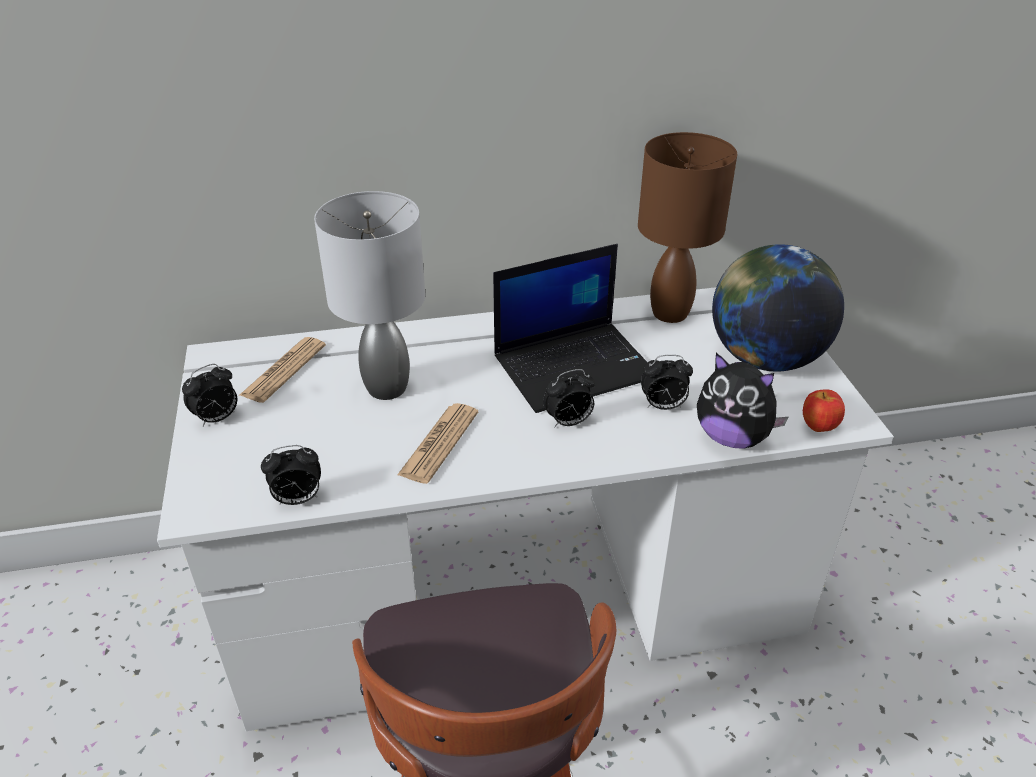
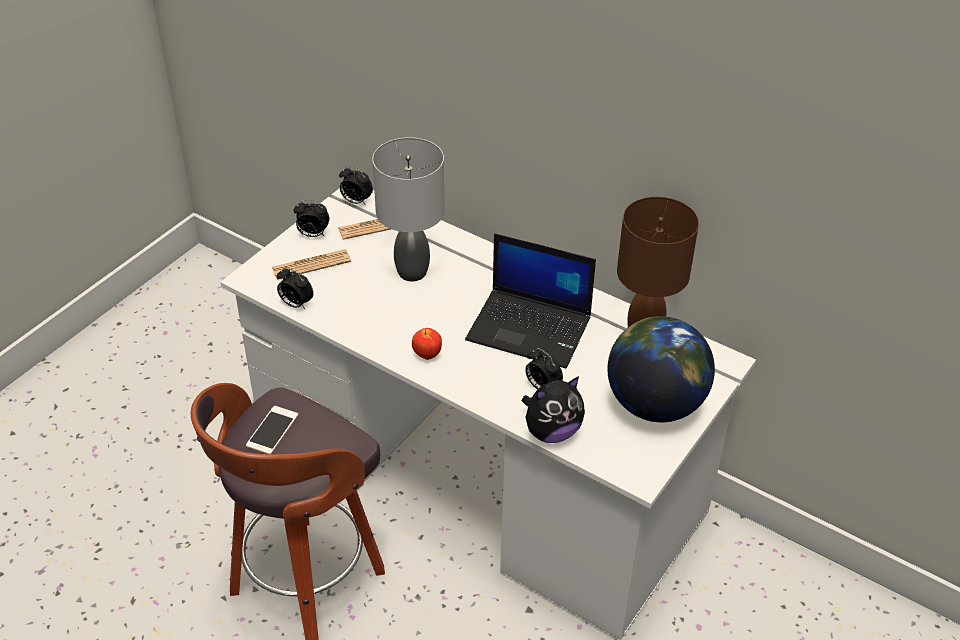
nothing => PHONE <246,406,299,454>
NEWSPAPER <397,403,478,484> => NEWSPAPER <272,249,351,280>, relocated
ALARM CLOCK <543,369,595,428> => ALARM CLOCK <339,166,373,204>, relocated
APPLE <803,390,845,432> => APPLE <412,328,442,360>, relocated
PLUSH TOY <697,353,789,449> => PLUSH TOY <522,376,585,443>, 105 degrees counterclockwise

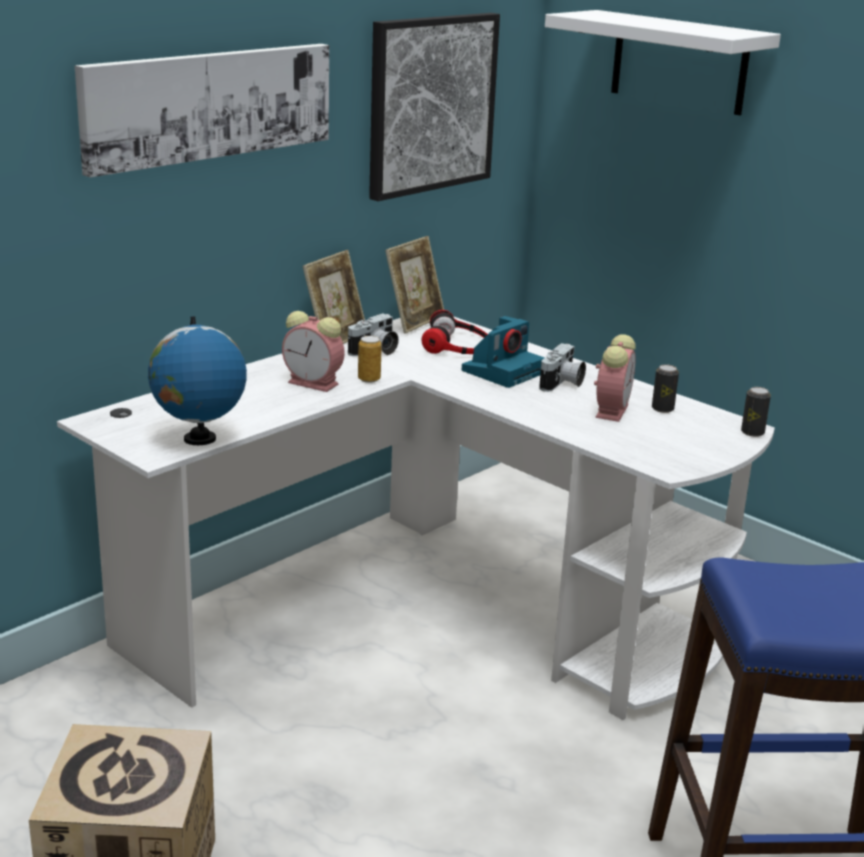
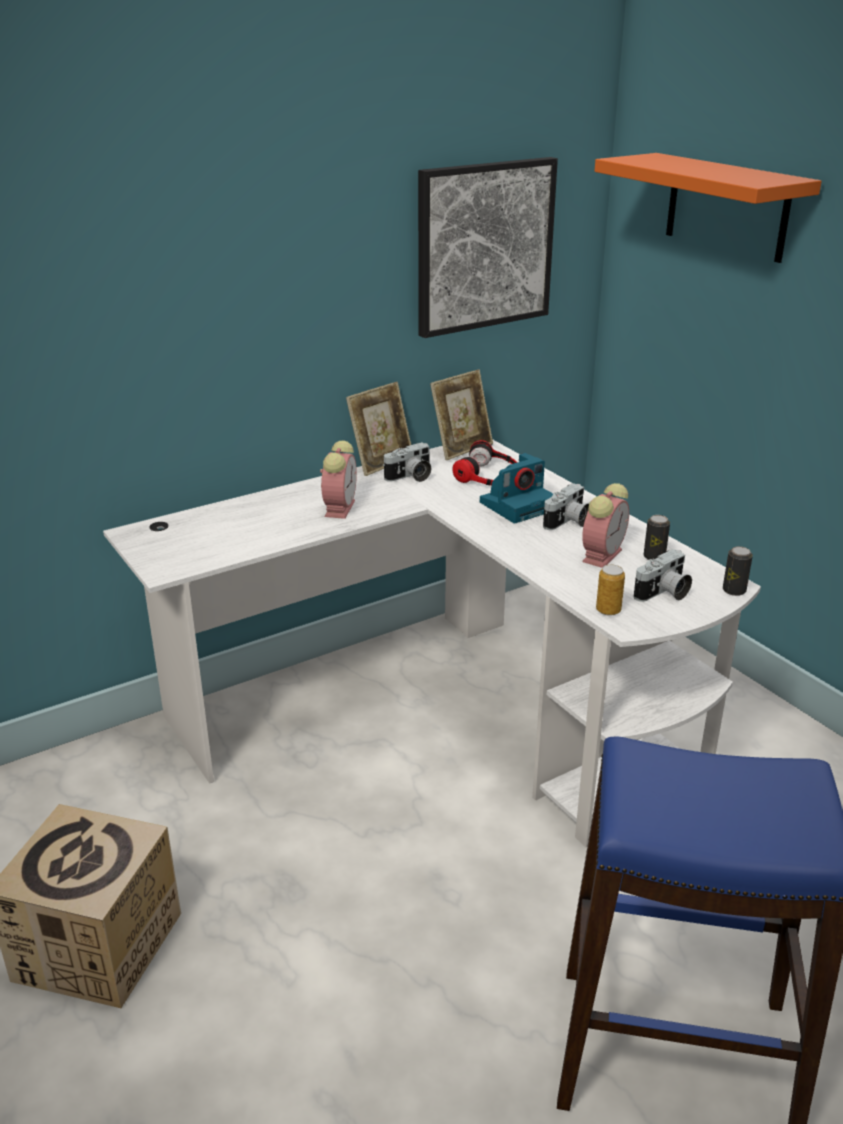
PICTURE <75,44,329,177> => nothing
GLOBE <148,316,247,445> => nothing
nothing => PHOTO CAMERA <634,549,692,602>
CAN <358,336,382,383> => CAN <596,564,625,616>, relocated
WHITE SHELF <545,10,781,115> => ORANGE SHELF <595,153,822,263>
ALARM CLOCK <282,311,345,392> => ALARM CLOCK <320,440,357,519>, 120 degrees counterclockwise

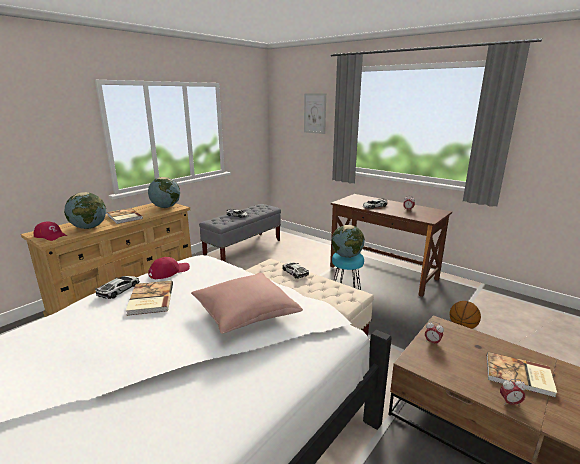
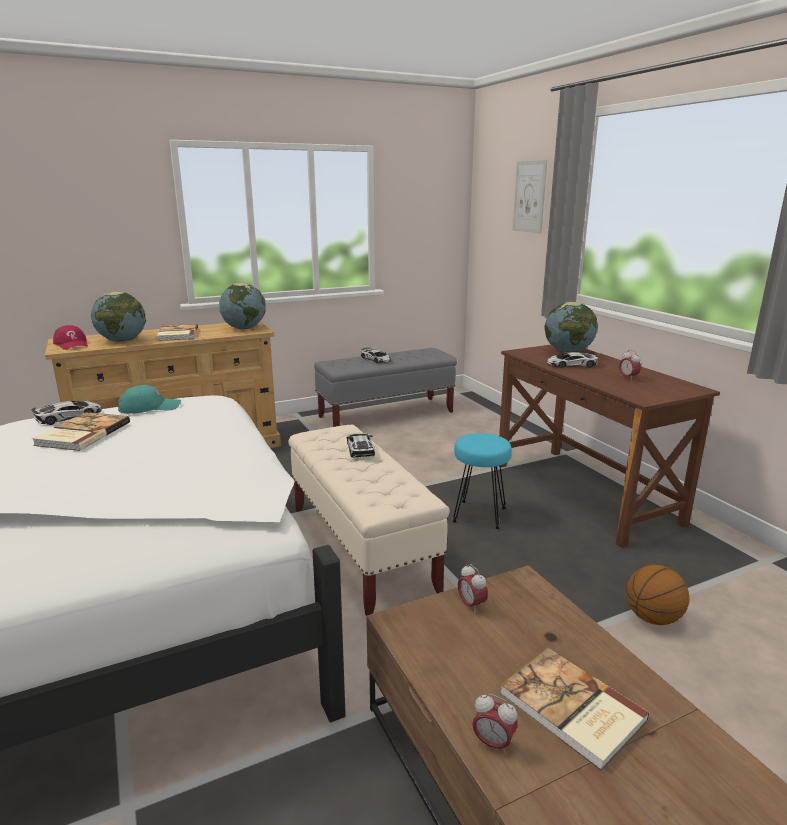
PINK PILLOW <191,273,303,334> => nothing
GLOBE <332,225,365,258> => GLOBE <544,302,598,353>, relocated
RED CAP <148,257,190,279> => TURQUOISE CAP <118,385,181,414>

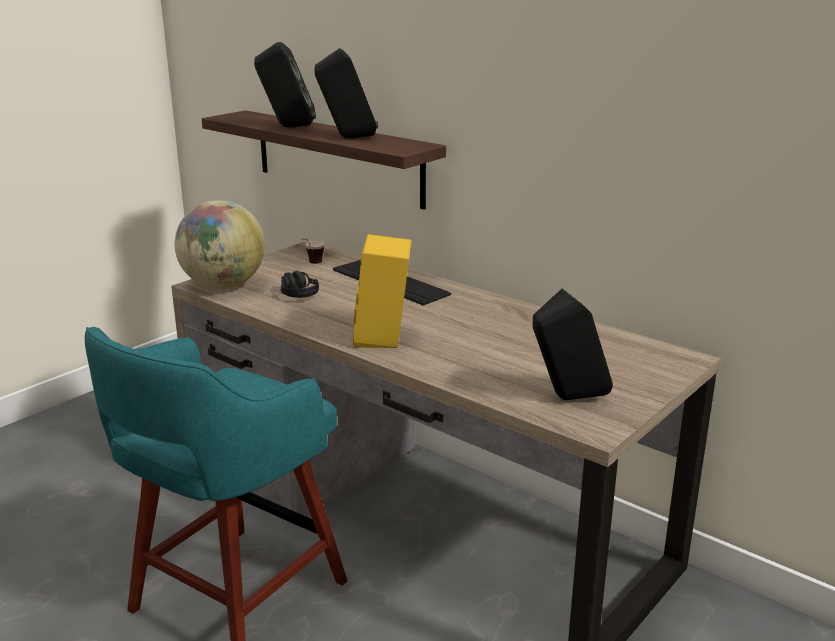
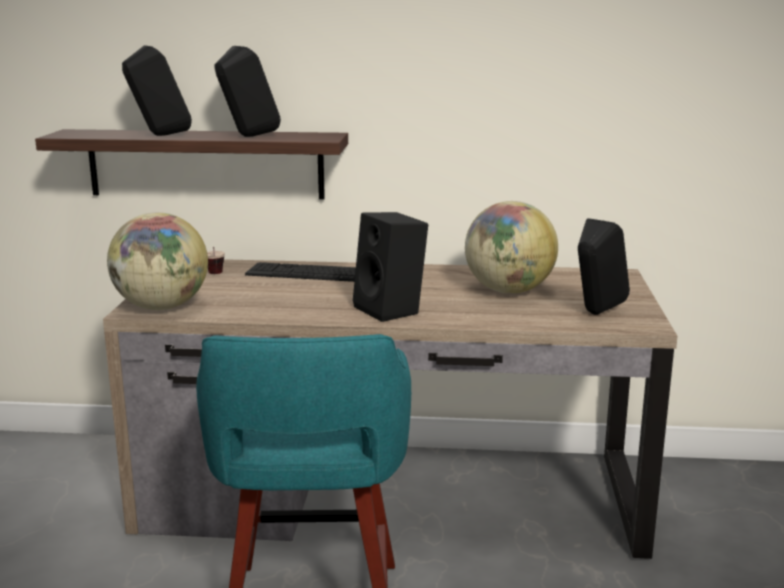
BLACK HEADPHONES <281,271,319,298> => nothing
nothing => GLOBE <465,201,558,294>
YELLOW SPEAKER <353,234,411,348> => BLACK SPEAKER <353,212,428,322>

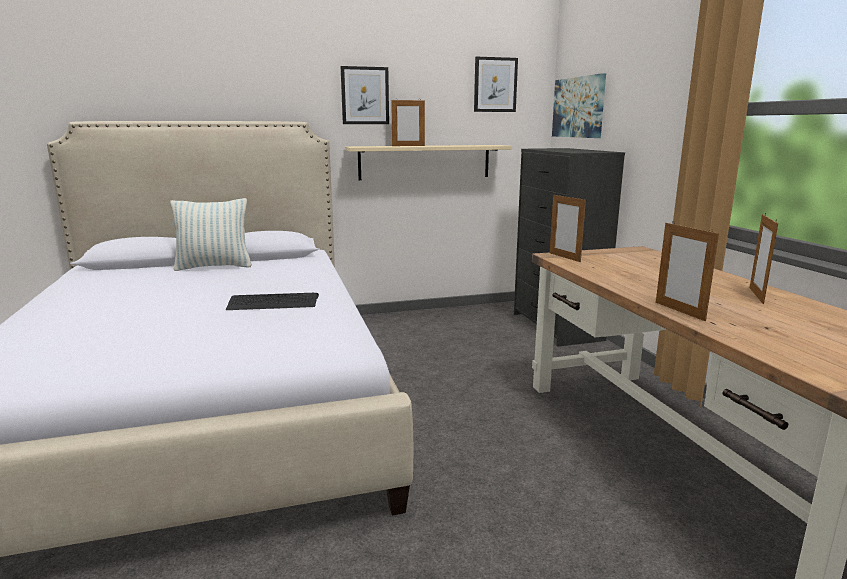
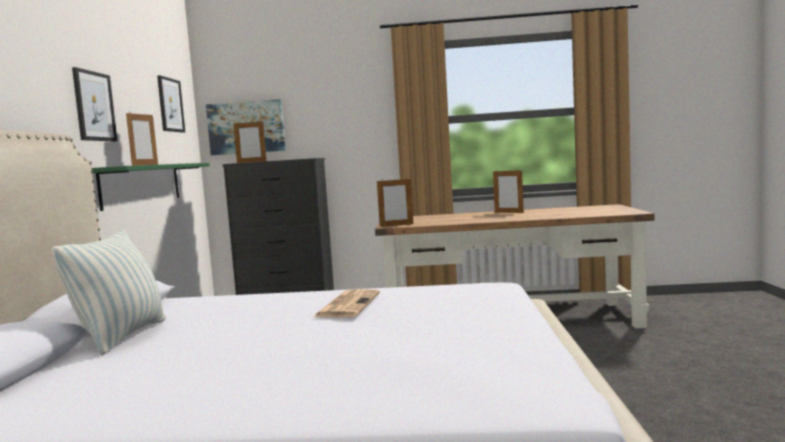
PICTURE FRAME <656,223,719,321> => PICTURE FRAME <233,121,267,163>, relocated
KEYBOARD <226,293,319,310> => NEWSPAPER <313,289,380,317>
BEIGE SHELF <345,145,512,180> => GREEN SHELF <92,163,210,211>

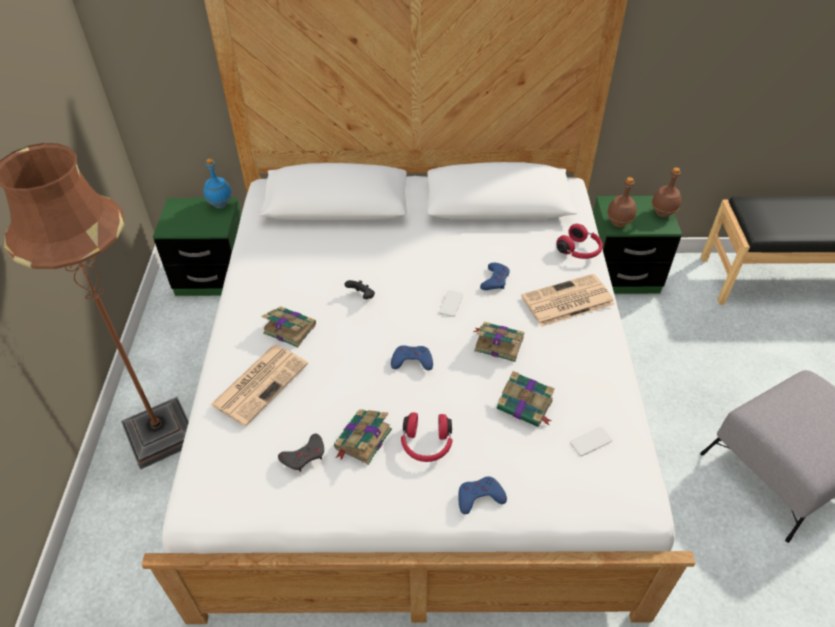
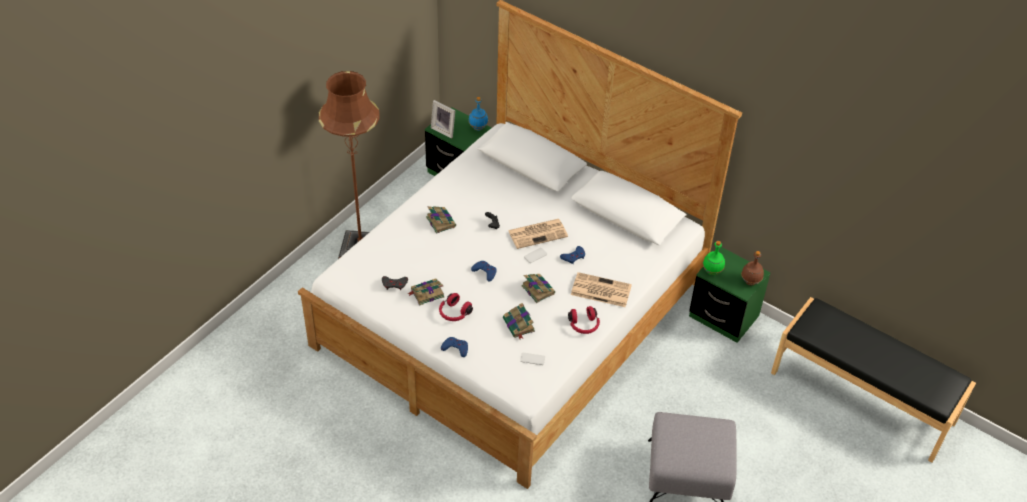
nothing => PICTURE FRAME <431,100,455,139>
NEWSPAPER <210,345,308,426> => NEWSPAPER <508,219,568,249>, relocated
RED HEADPHONES <556,224,603,259> => RED HEADPHONES <568,306,600,334>, relocated
BROWN BOTTLE <607,177,637,228> => GREEN BOTTLE <703,241,725,275>

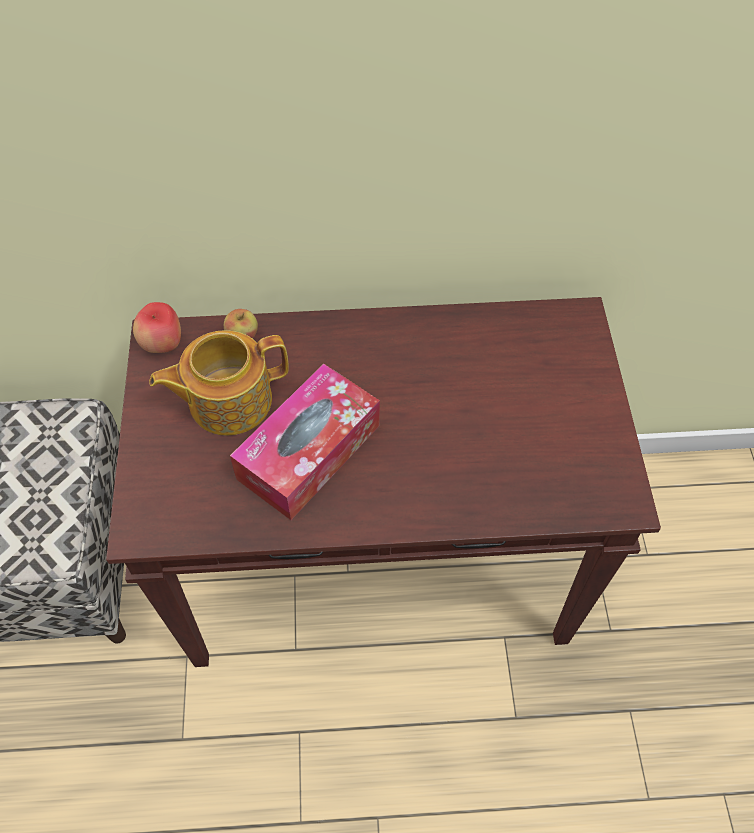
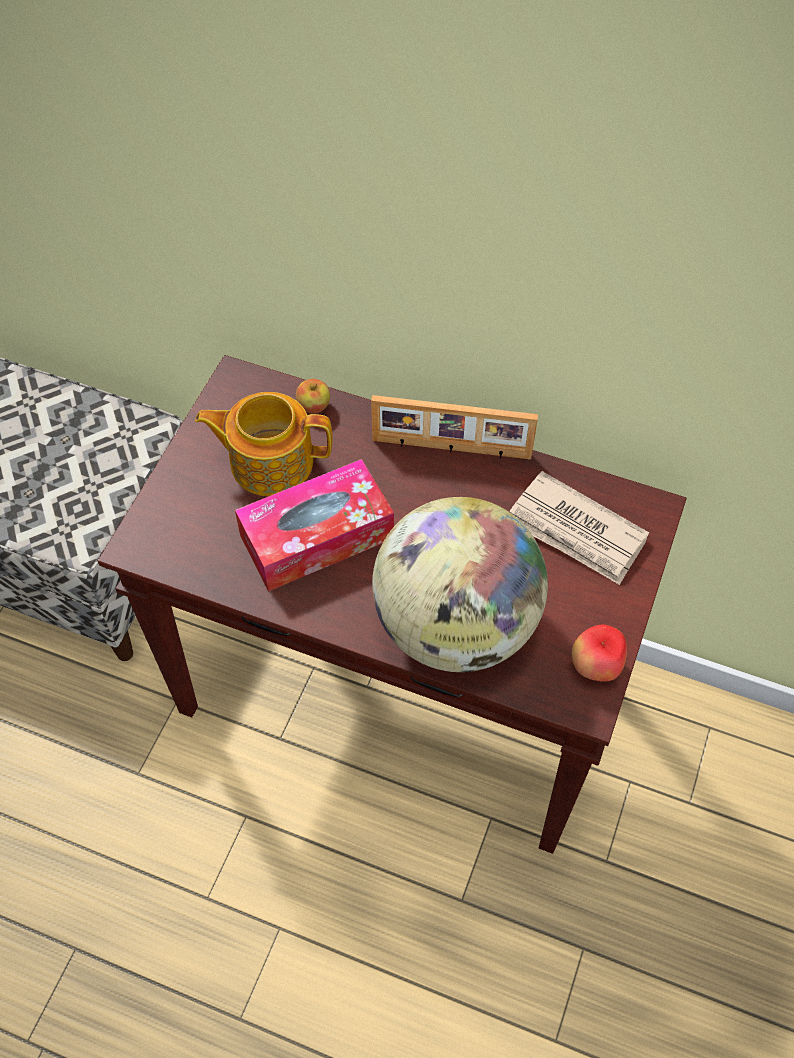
nothing => PICTURE FRAME <371,395,538,460>
nothing => GLOBE <372,497,548,672>
nothing => NEWSPAPER <509,471,649,585>
APPLE <133,302,181,353> => APPLE <572,625,627,682>, relocated

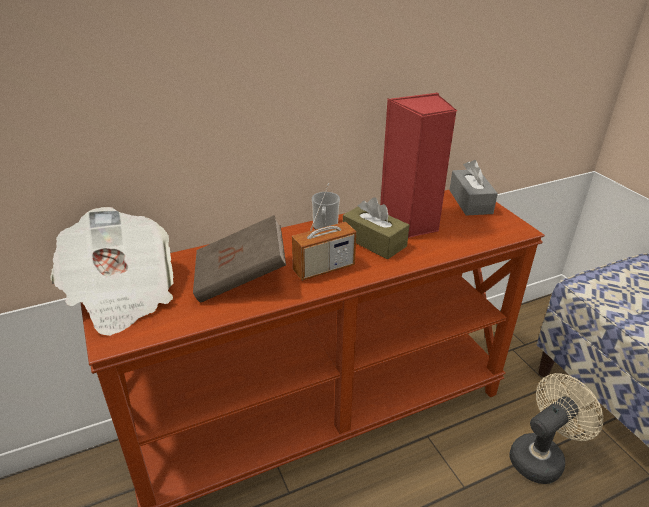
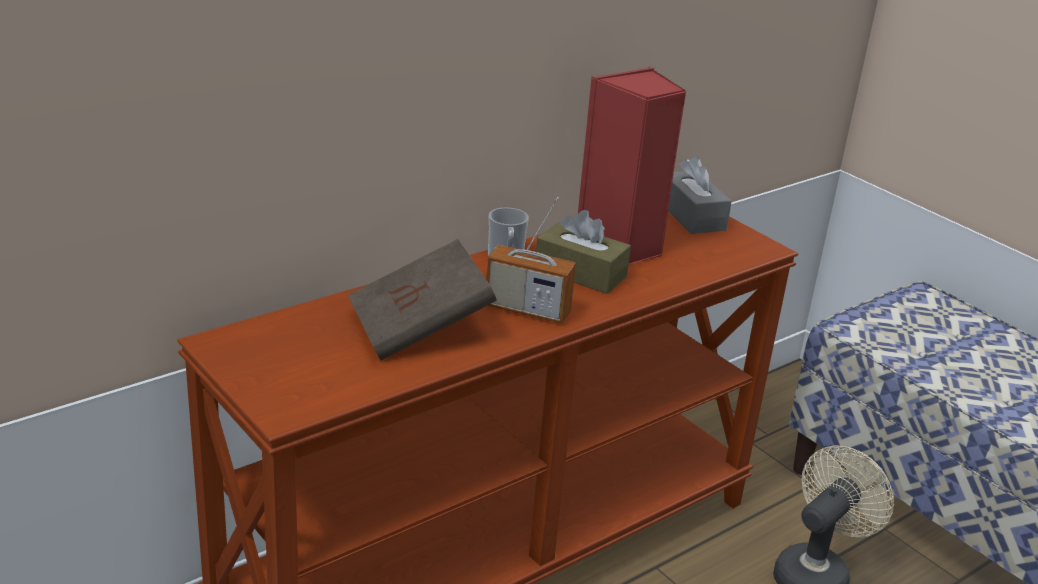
NEWSPAPER <50,207,174,336> => nothing
RADIO <292,183,356,281> => RADIO <486,197,576,324>, 60 degrees clockwise

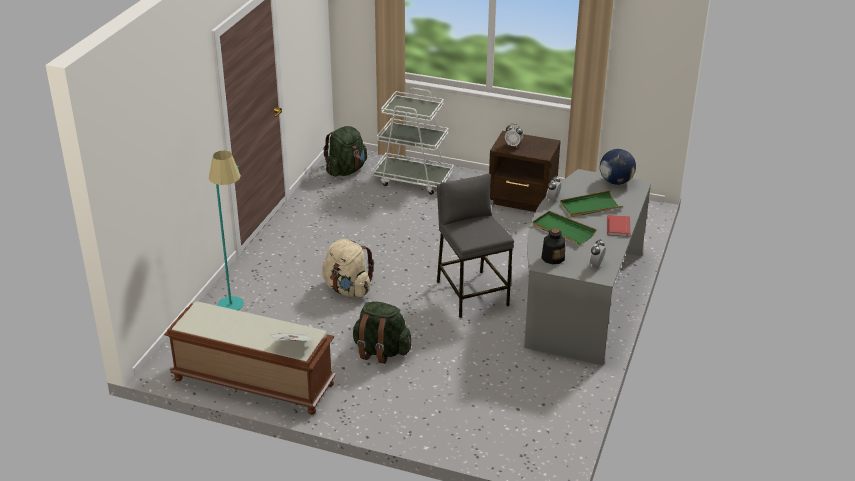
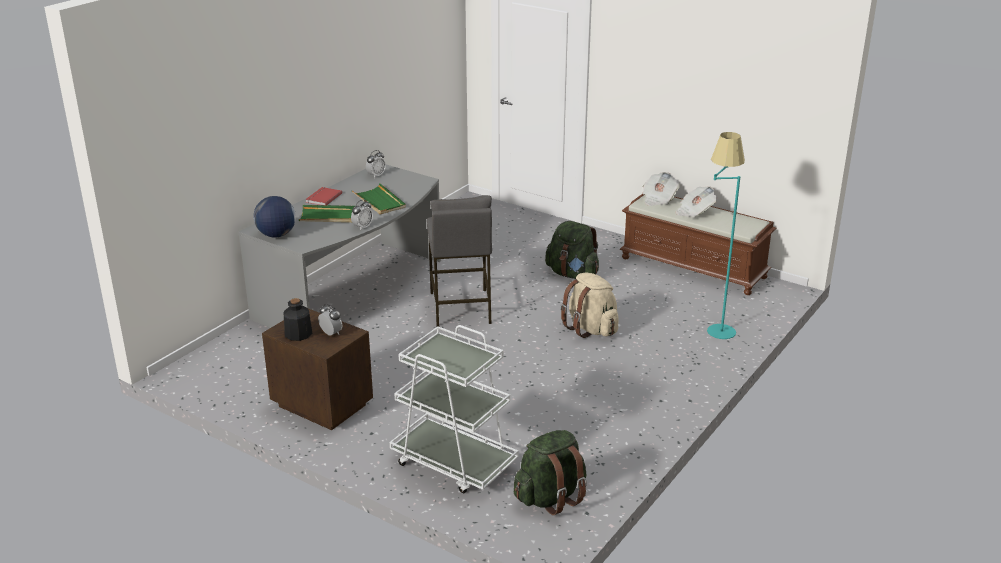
nothing => NEWSPAPER <675,186,717,218>
BOTTLE <542,229,565,264> => BOTTLE <283,298,313,341>, relocated

